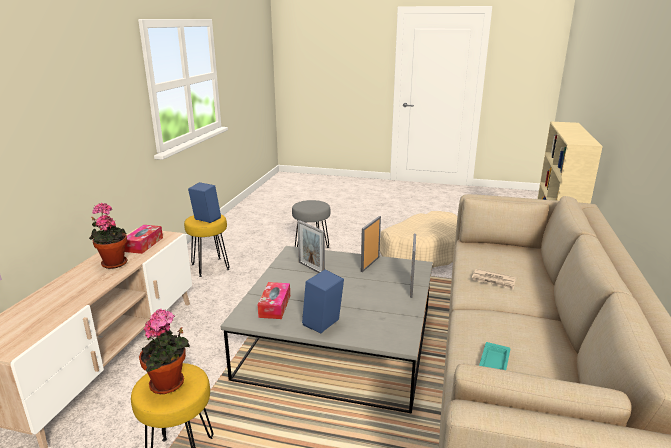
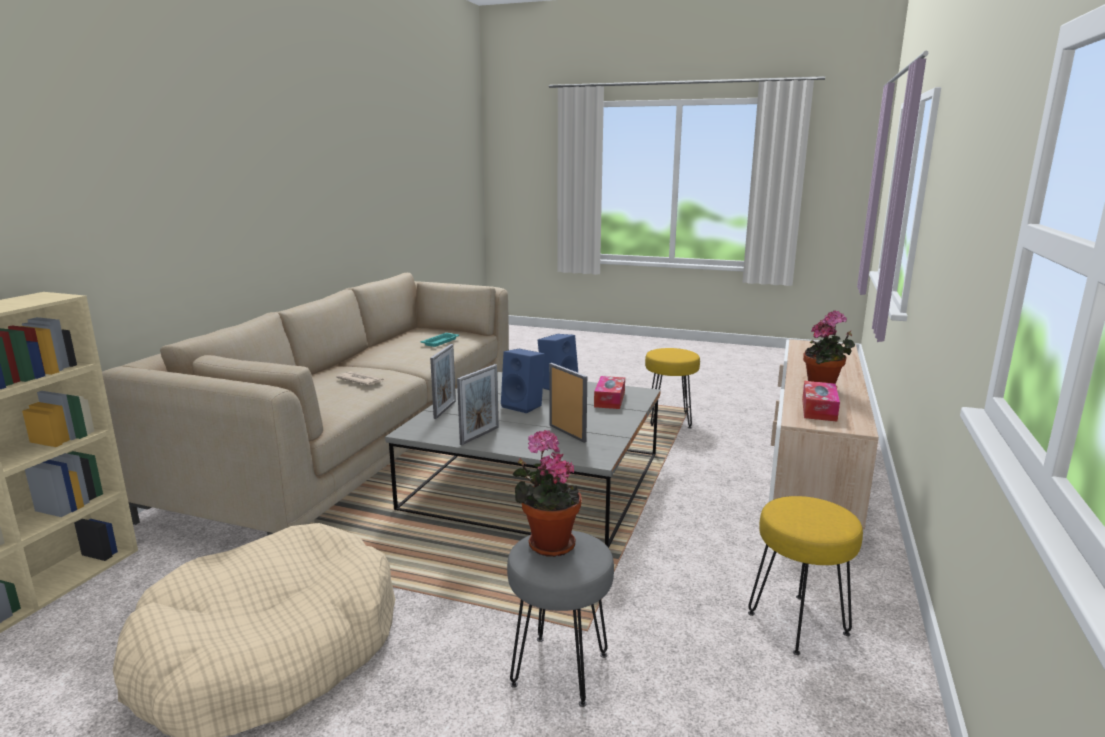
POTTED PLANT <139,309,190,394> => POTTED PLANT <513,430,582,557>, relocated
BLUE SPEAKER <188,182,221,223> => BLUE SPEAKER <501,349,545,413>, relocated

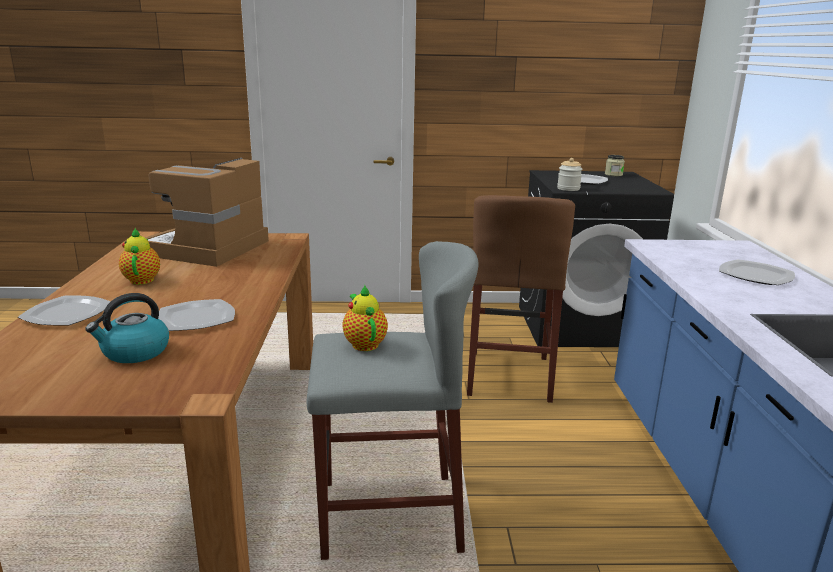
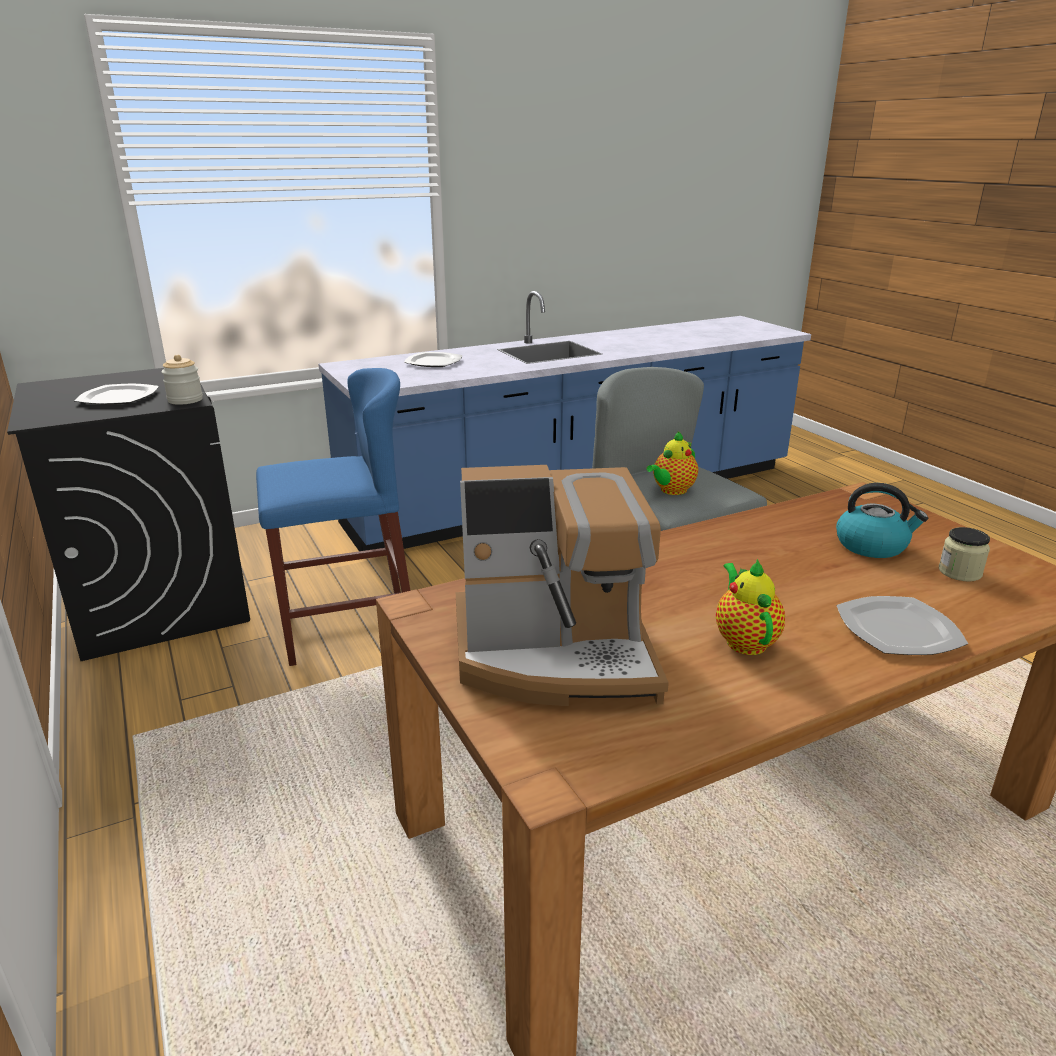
PLATE <158,299,235,331> => nothing
JAR <605,155,625,176> => JAR <939,527,990,582>, relocated
BROWN STOOL <467,195,575,403> => BLUE STOOL <256,368,410,666>
TEAPOT <119,227,160,285> => TEAPOT <716,559,785,655>, 120 degrees clockwise

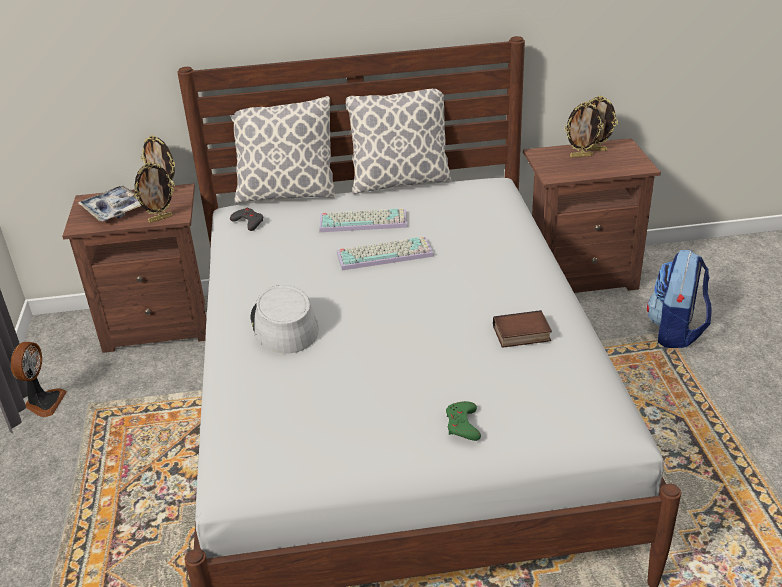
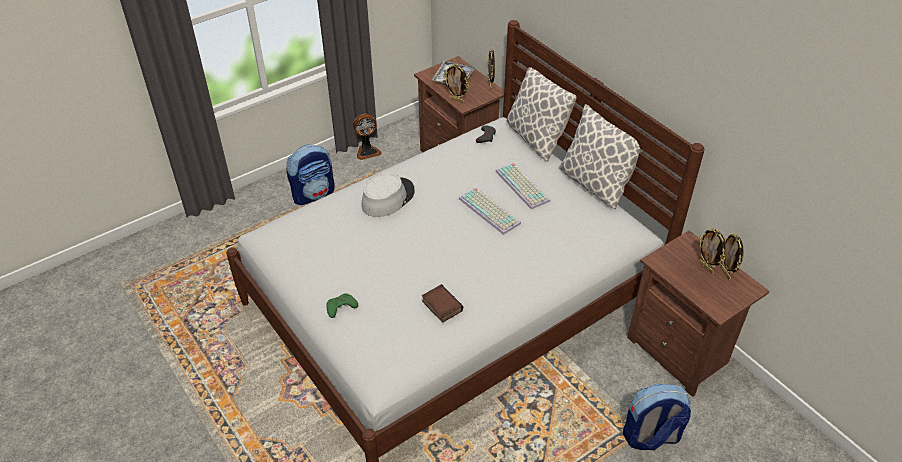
nothing => BACKPACK <286,144,335,205>

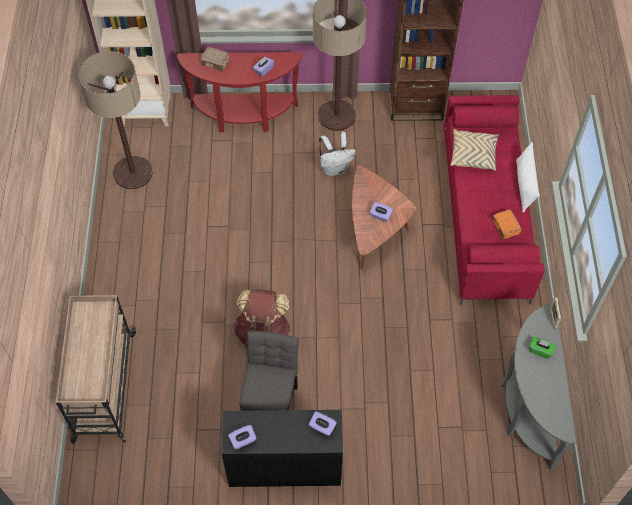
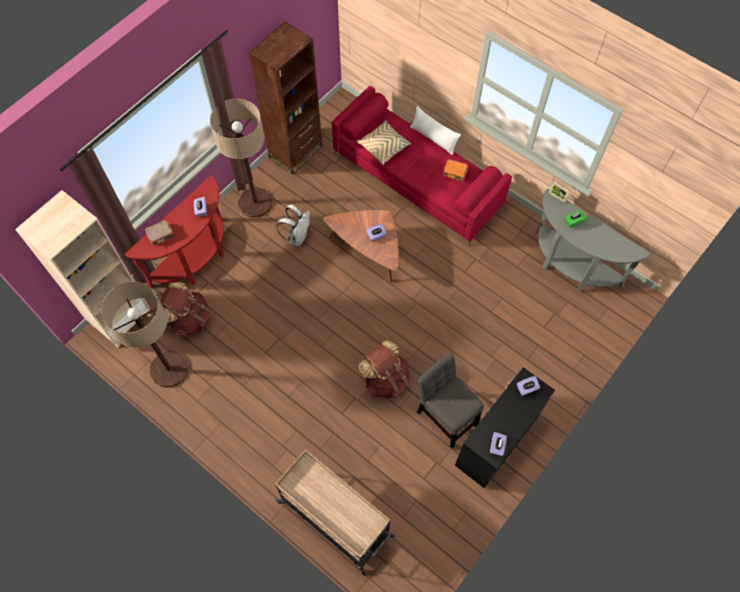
nothing => BROWN BACKPACK <160,282,210,337>

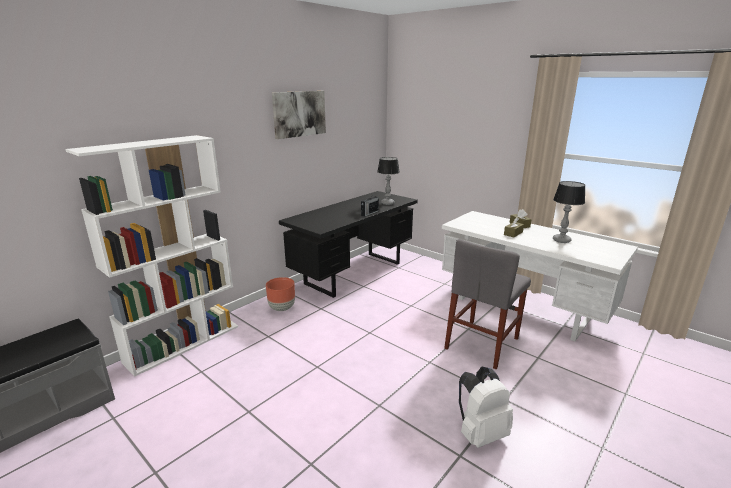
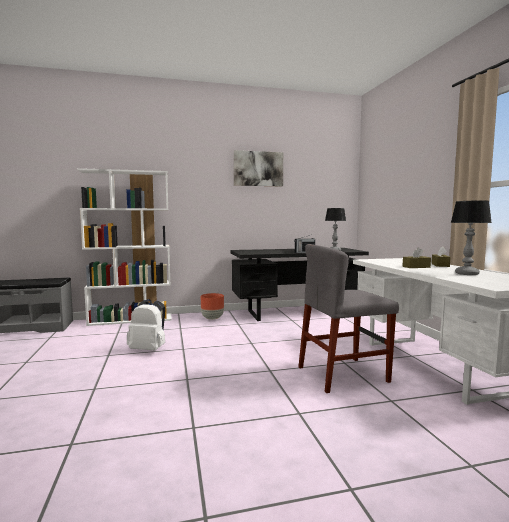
WHITE BACKPACK <459,367,513,448> => WHITE BACKPACK <127,299,165,351>, relocated

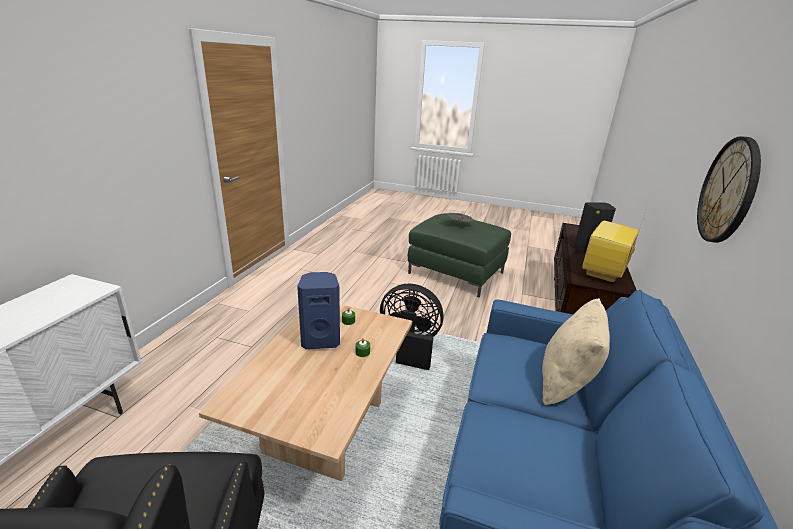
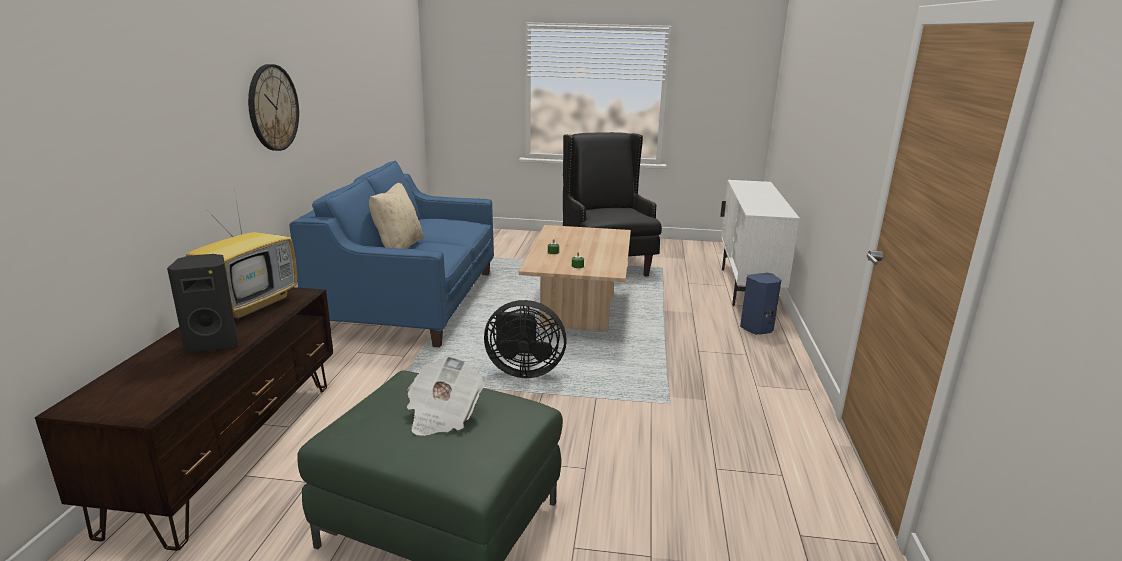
BLUE SPEAKER <297,272,340,349> => BLUE SPEAKER <740,273,781,335>, relocated

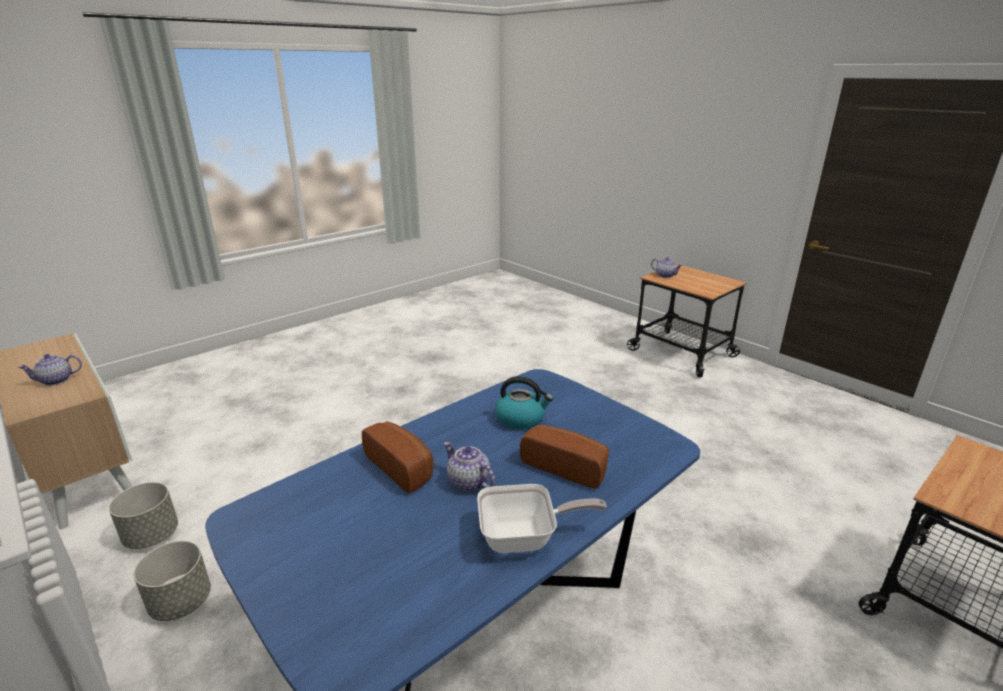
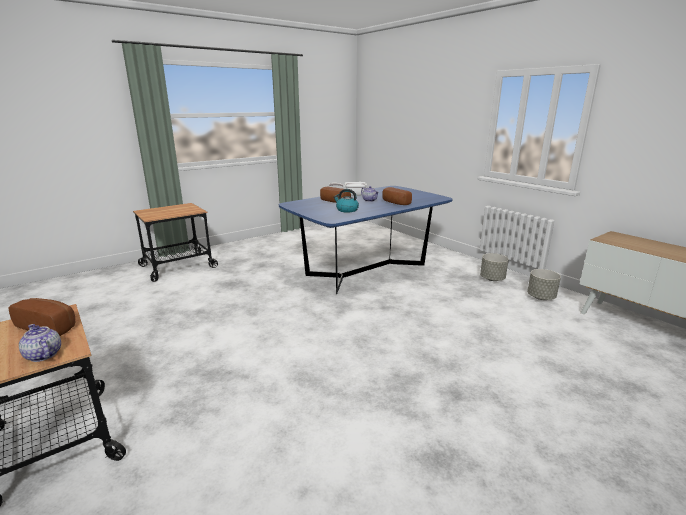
TEAPOT <18,354,82,385> => nothing
nothing => BREAD <8,298,75,336>

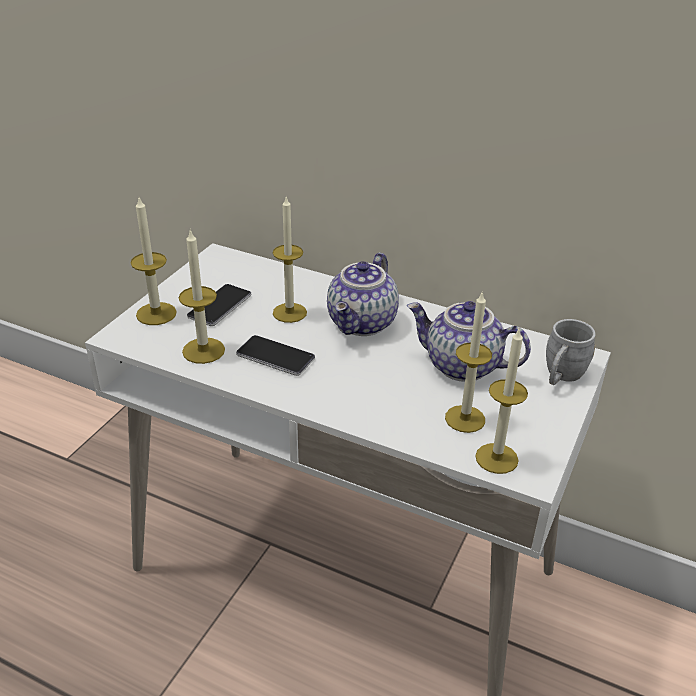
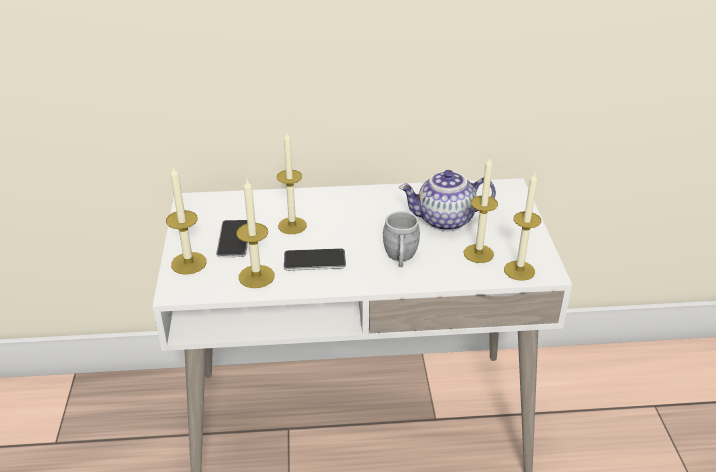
TEAPOT <327,252,399,336> => nothing
GREY MUG <546,319,596,385> => GREY MUG <383,211,420,267>, relocated

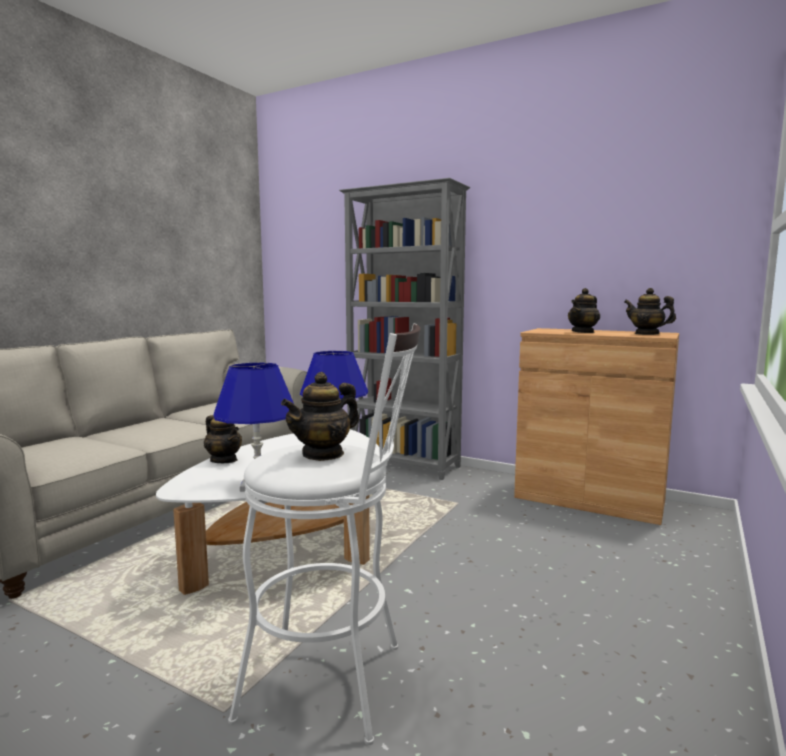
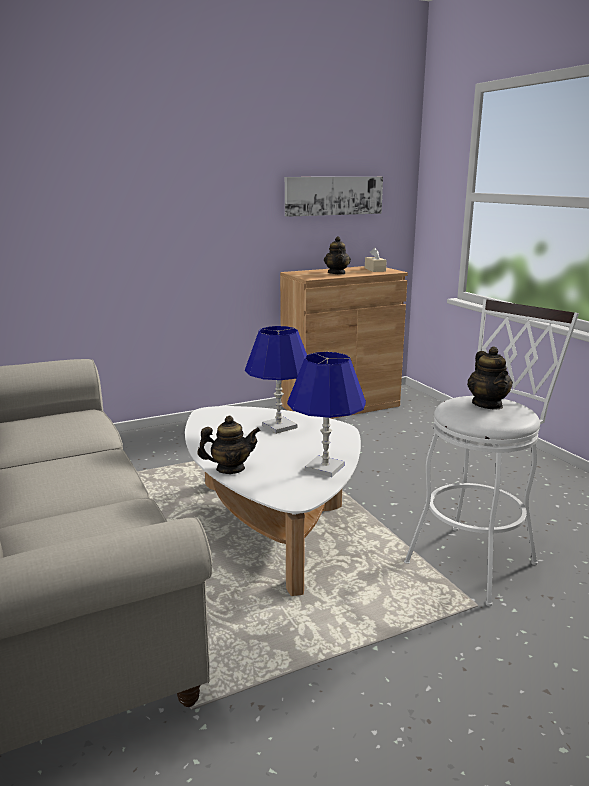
GREY BOOKCASE <339,178,470,480> => nothing
nothing => PICTURE <285,177,383,217>
TEAPOT <624,288,676,335> => BEIGE TISSUE BOX <365,248,387,272>

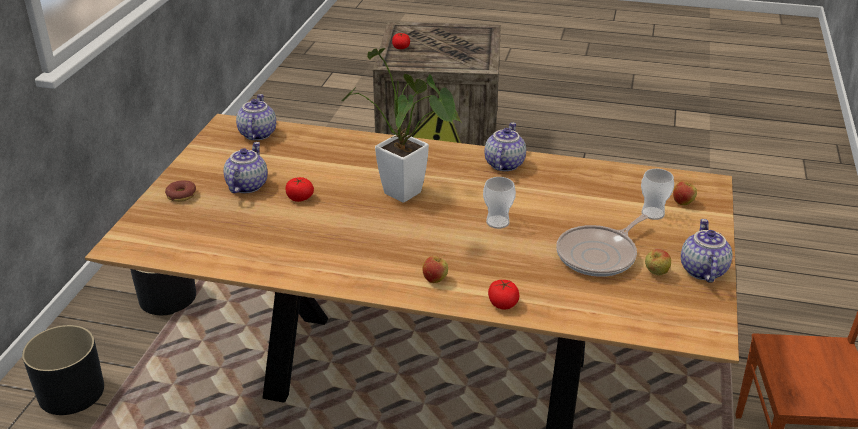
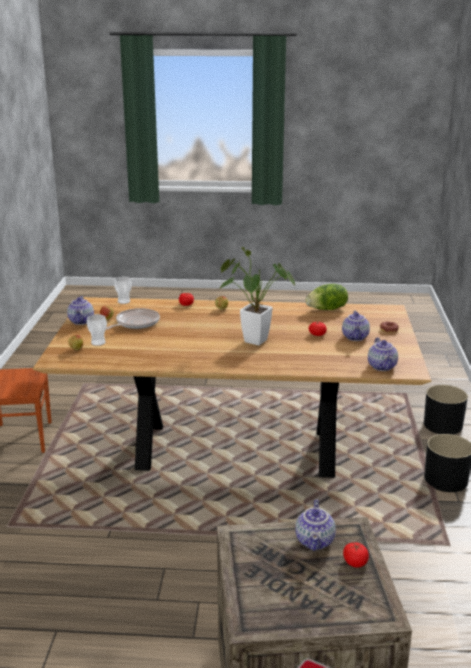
nothing => LETTUCE <305,284,348,310>
CUP <483,177,516,229> => CUP <114,276,132,304>, relocated
TEAPOT <484,122,526,171> => TEAPOT <295,499,336,551>, relocated

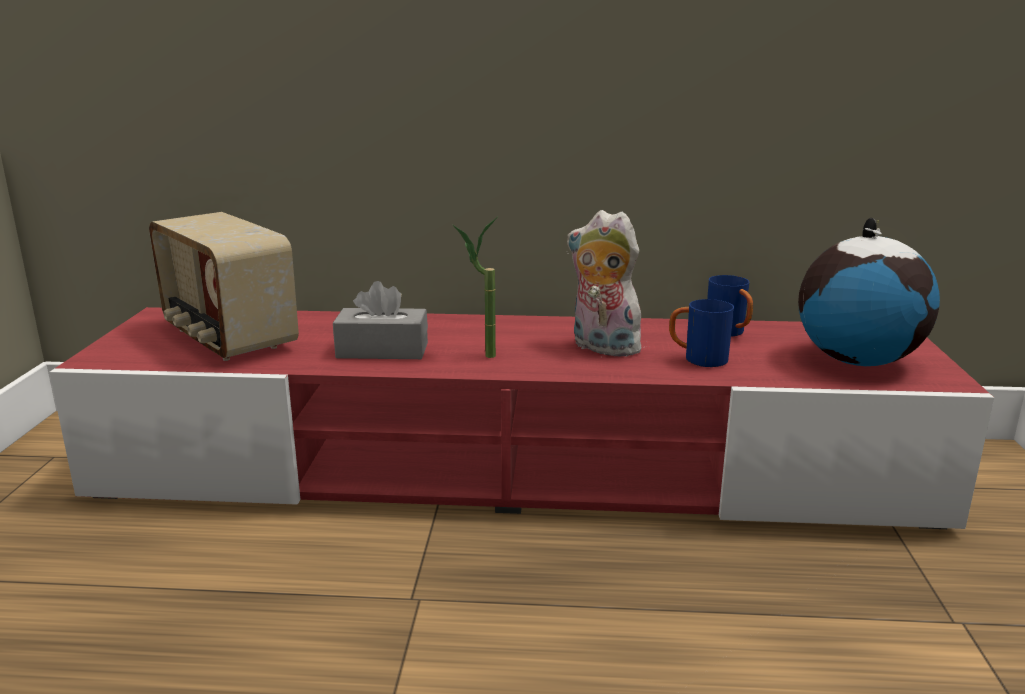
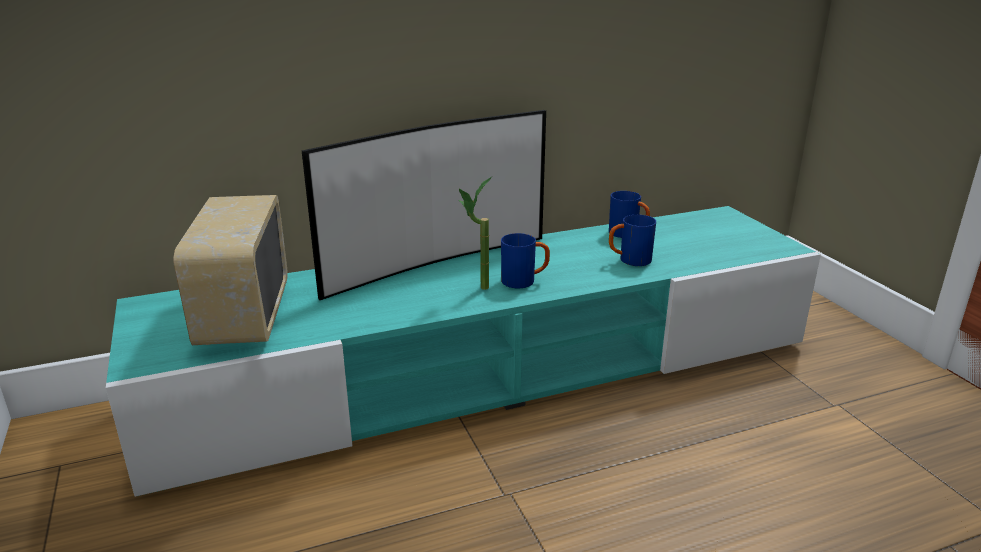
GREY TISSUE BOX <333,281,428,359> => nothing
PLUSH TOY <567,210,641,356> => nothing
GLOBE <798,218,940,366> => nothing
nothing => TELEVISION <302,110,546,300>
nothing => BLUE MUG <501,233,550,288>
RED TV STAND <49,307,994,529> => TURQUOISE TV STAND <106,206,821,497>
RADIO <149,212,299,361> => RADIO <173,195,288,345>, 60 degrees clockwise

